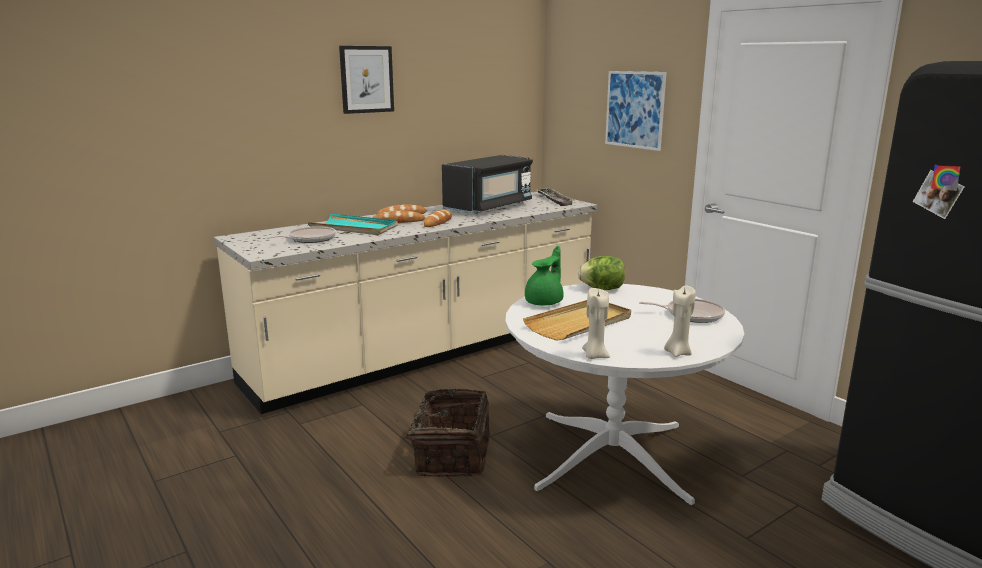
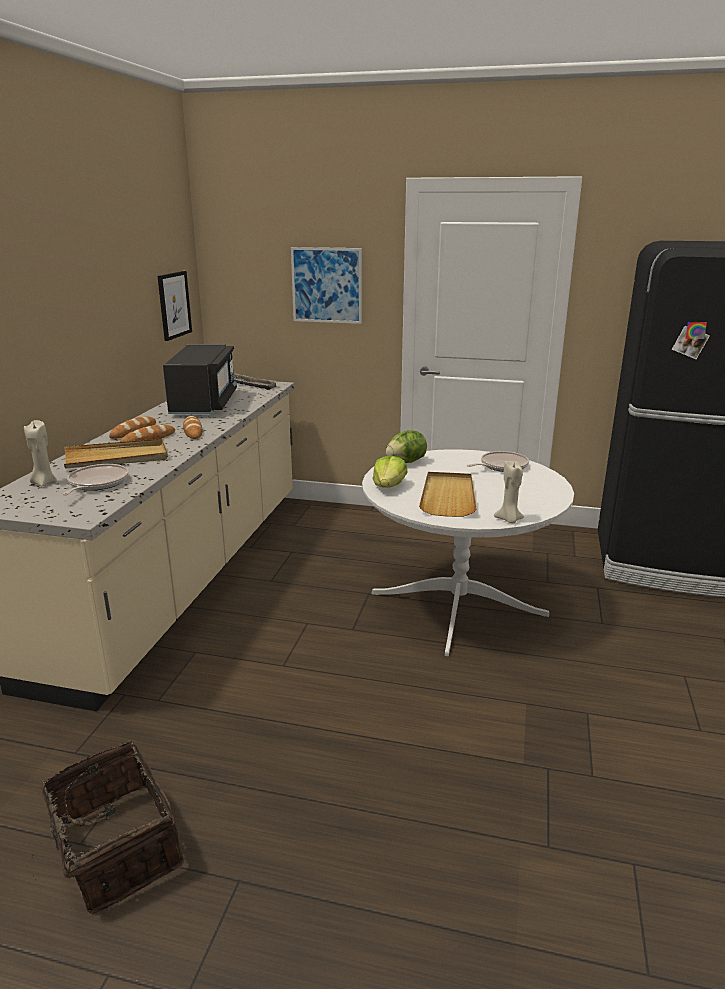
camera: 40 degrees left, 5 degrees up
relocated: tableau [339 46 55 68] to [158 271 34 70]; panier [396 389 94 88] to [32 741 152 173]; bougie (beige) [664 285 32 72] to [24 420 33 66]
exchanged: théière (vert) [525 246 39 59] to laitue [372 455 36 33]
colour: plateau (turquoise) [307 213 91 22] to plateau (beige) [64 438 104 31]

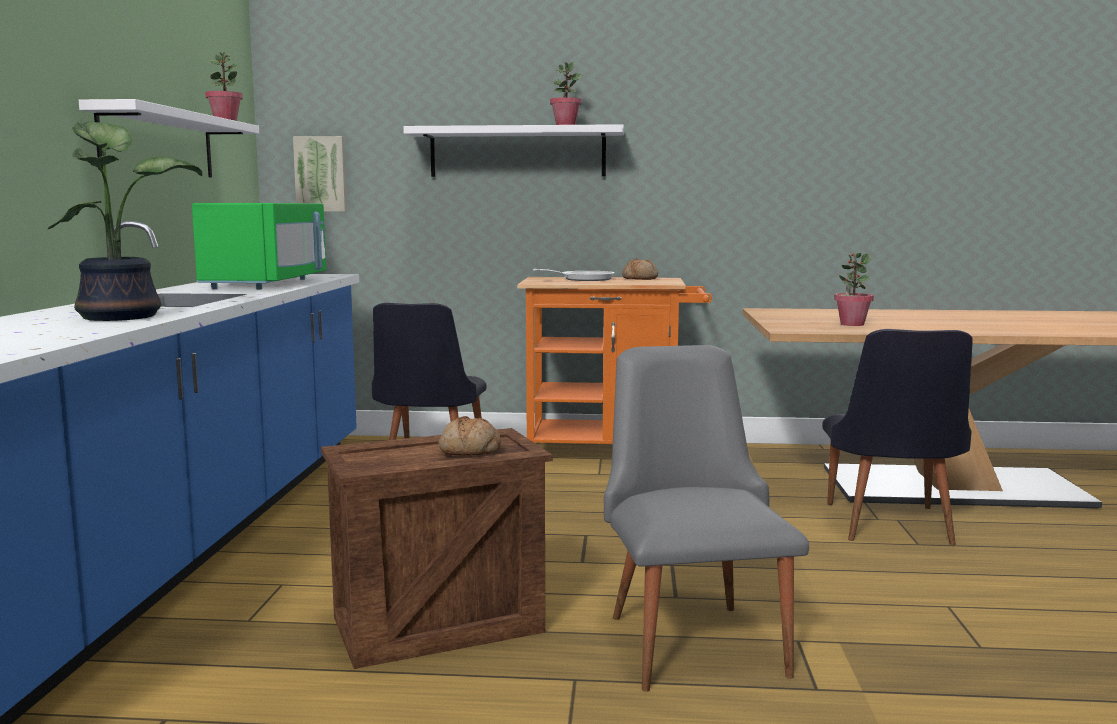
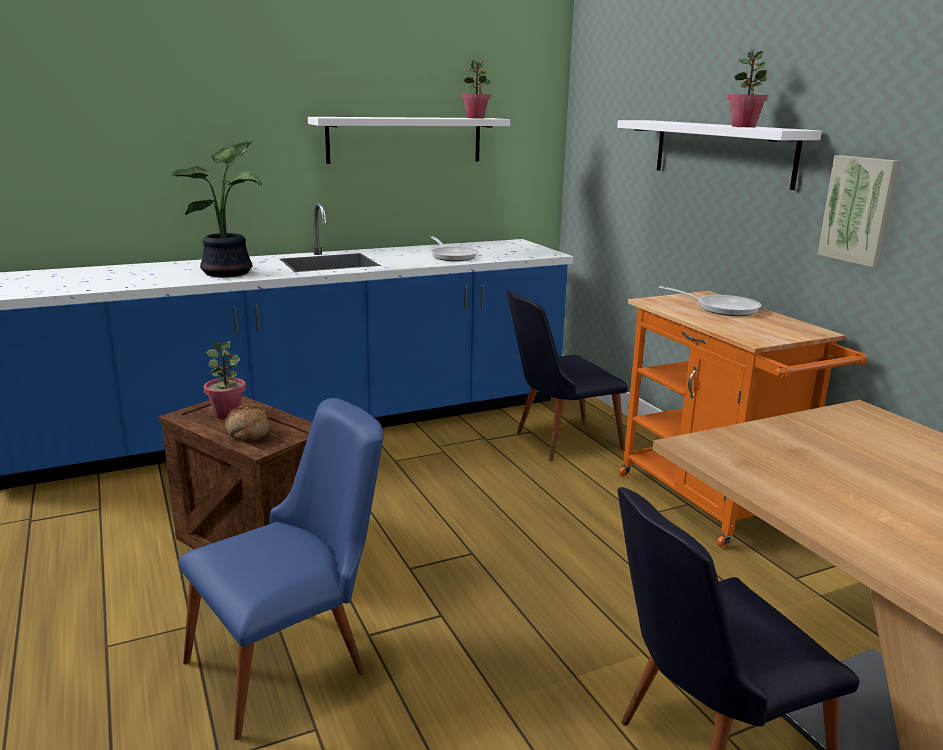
camera: 60 degrees right, 10 degrees up
missing: pain [622 259 36 21]
relocated: tableau [293 136 54 76] to [817 155 84 112]; plante en pot [834 253 40 73] to [204 341 42 78]
exchanged: micro-ondes (vert) [192 203 134 86] to poêle [430 236 49 25]
colour: chaise (gris) [604 345 205 347] to chaise (bleu) [178 398 206 342]

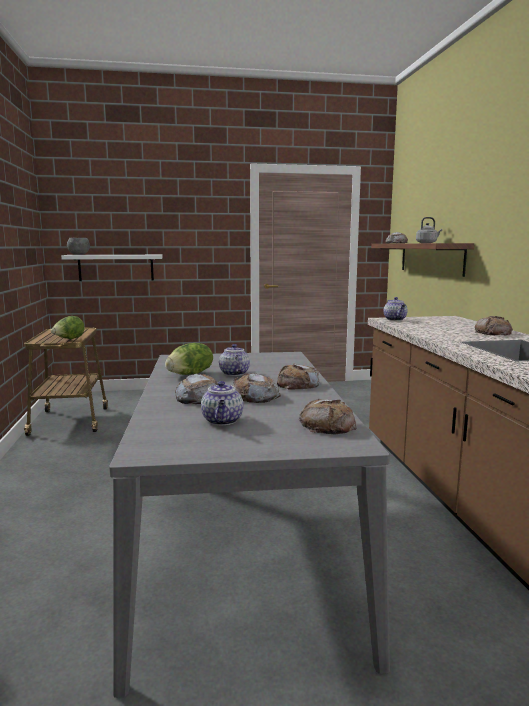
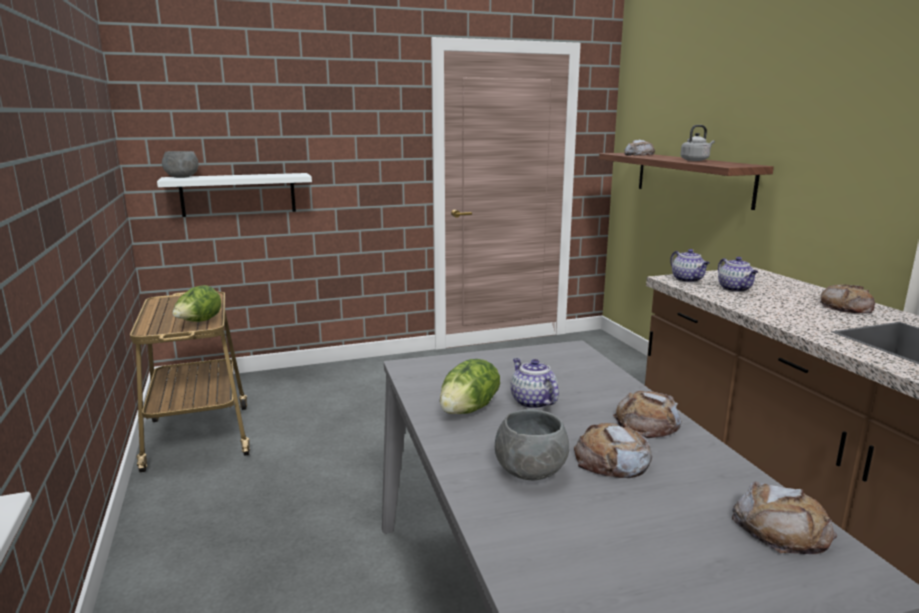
camera: 10 degrees left, 5 degrees up
relocated: théière [201 381 42 44] to [718 257 40 35]
exchanged: pain [175 373 43 31] to bol (gris) [495 409 74 72]

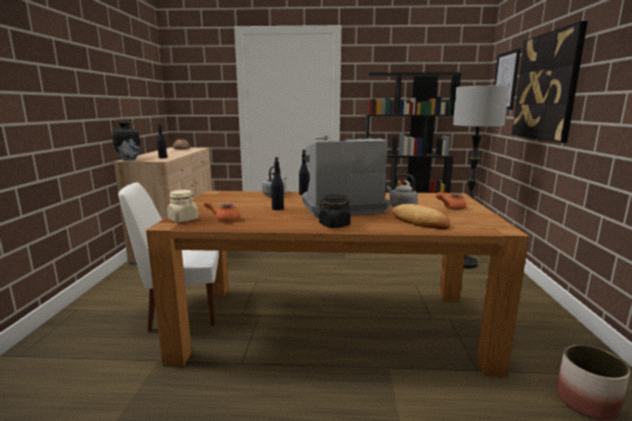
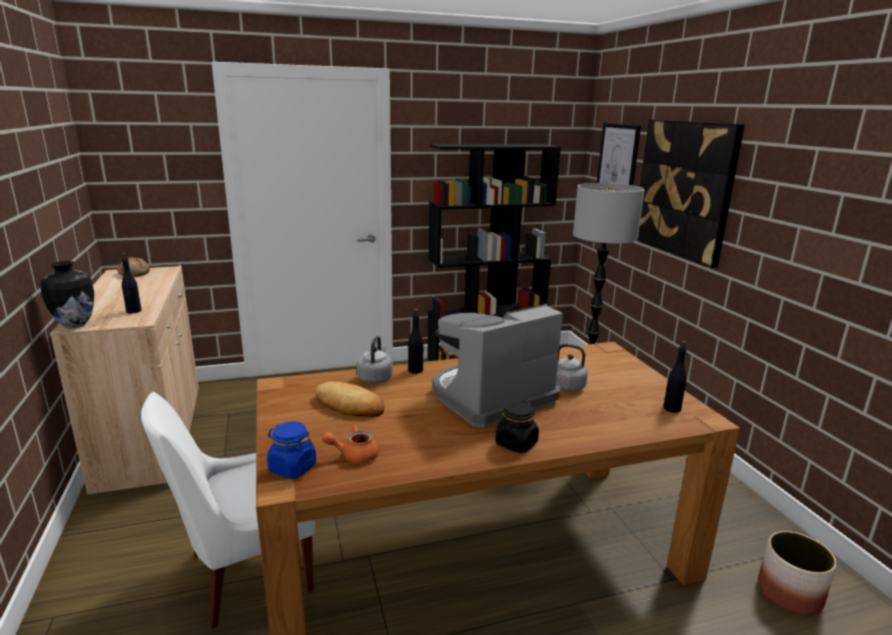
camera: 20 degrees left, 5 degrees up
missing: théière (orange) [436 192 31 18]
relocated: bouteille (noir) [271 157 13 53] to [663 341 24 72]; pain [392 204 58 25] to [315 381 69 36]
colour: bocal (beige) [167 190 32 32] to bocal (bleu) [267 421 49 58]

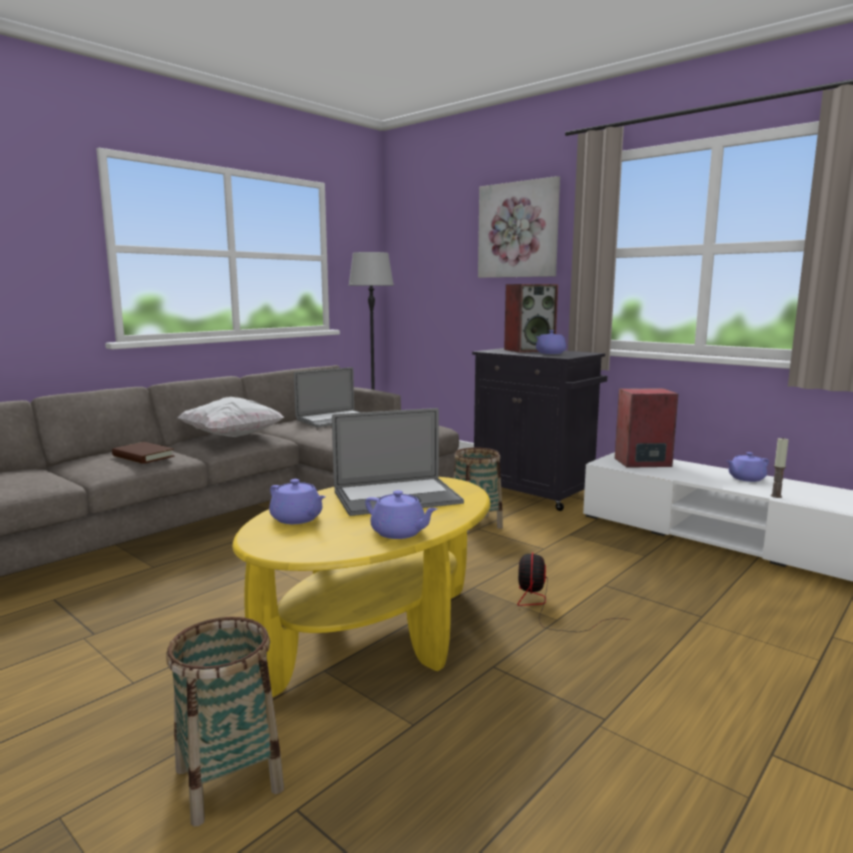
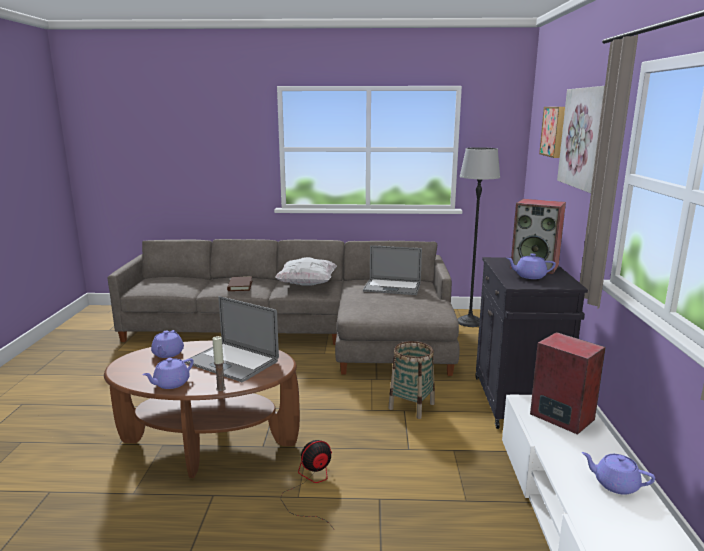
camera: 50 degrees right, 5 degrees up
missing: panier [166 617 118 210]
appeared: tableau [539 107 26 51]
relocated: bougie [770 438 19 60] to [212 336 14 55]
colour: table basse (jaune) [232 477 258 220] to table basse (marron) [104 341 196 137]
spun: théière (violet) [365 490 72 49] = [142 358 52 31] 45 degrees clockwise

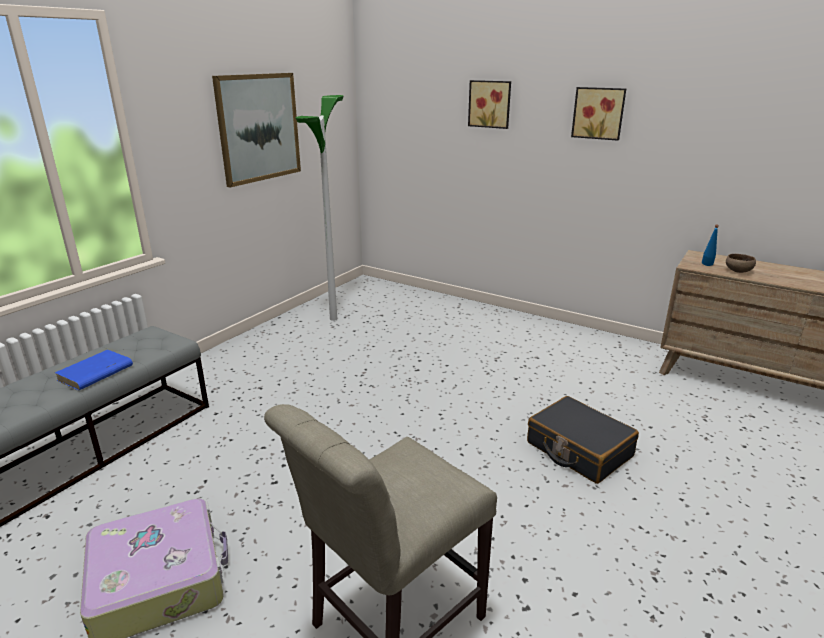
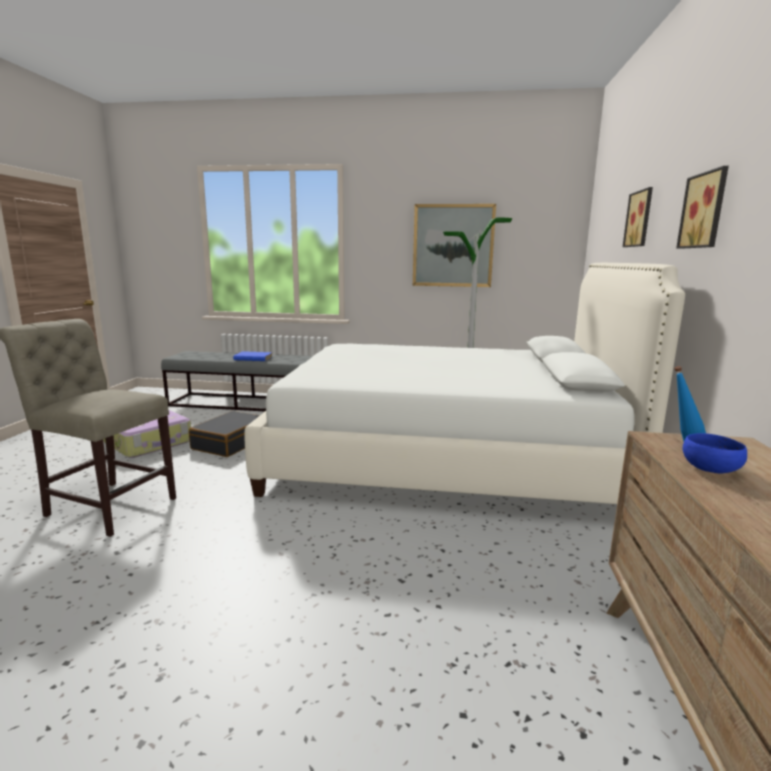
camera: 65 degrees right, 10 degrees down
appeared: lit (blanc) [244 263 441 241]
relocated: valise (noir) [527 396 112 88] to [189 411 71 46]
colour: bol (marron) [726 254 30 19] to bol (bleu) [683 433 64 41]

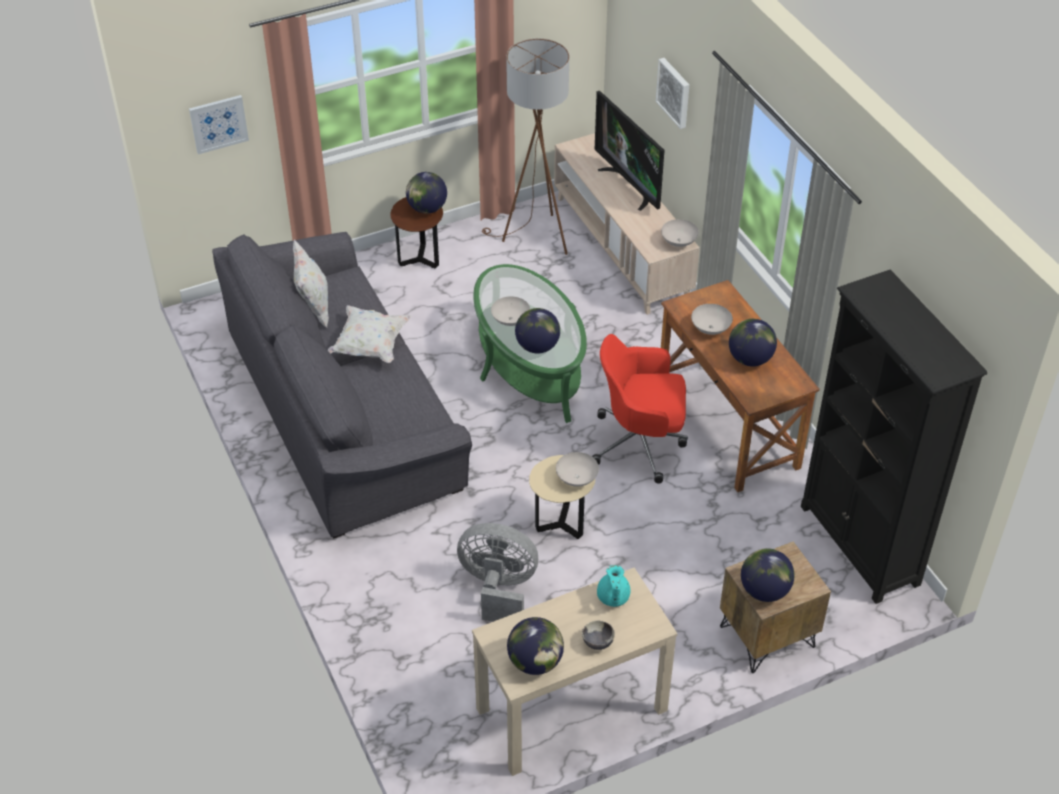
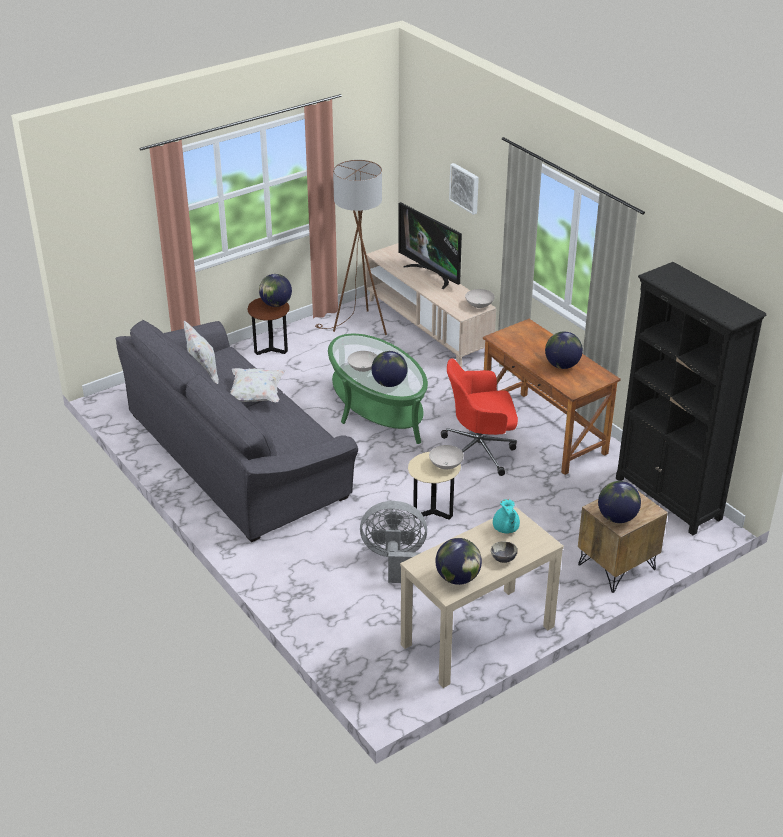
camera: 10 degrees left, 10 degrees down
missing: tableau [189 95 60 59]; bol (blanc) [691 304 42 31]

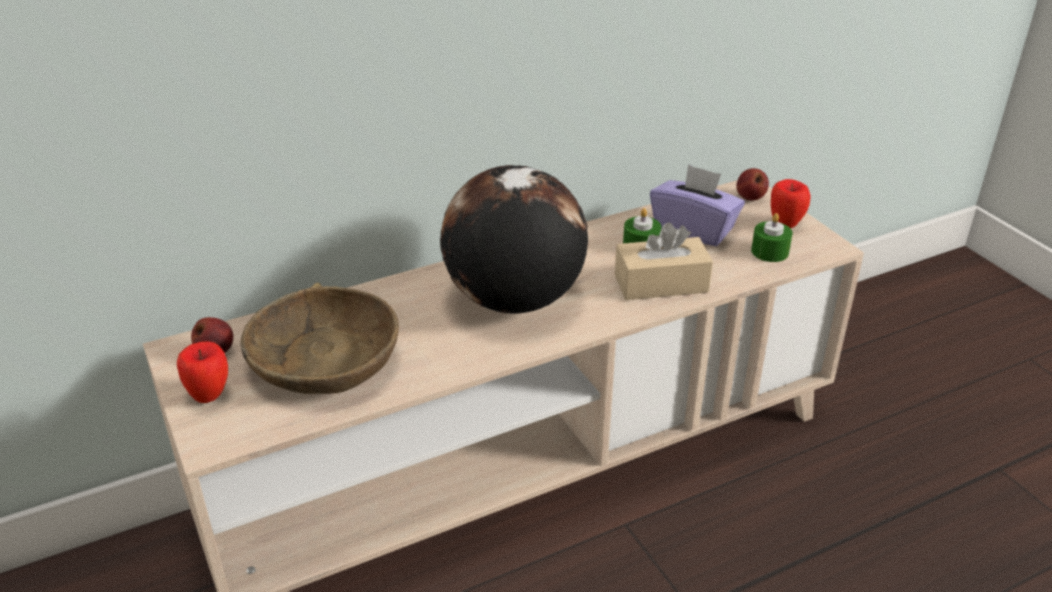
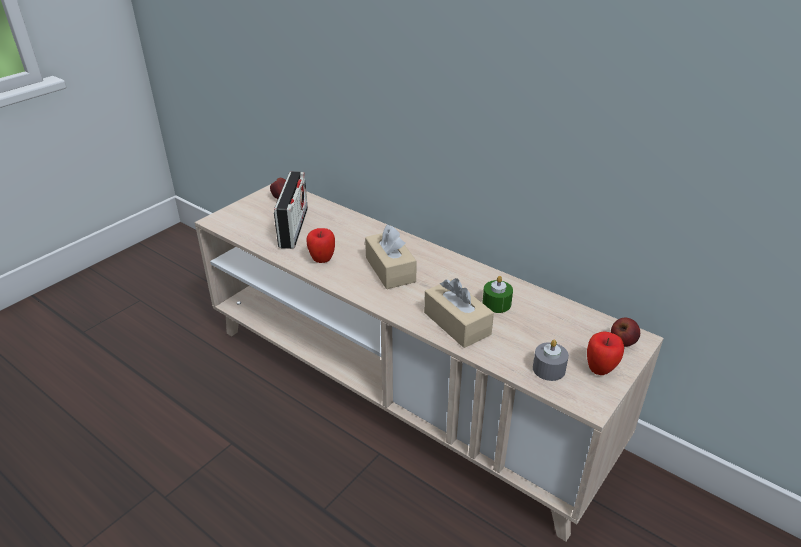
camera: 65 degrees right, 0 degrees up
missing: boîte à mouchoirs (violet) [650 164 95 82]
relocated: pomme [177 342 51 61] to [306 228 29 35]
exchanged: bol (marron) [241 283 158 111] to radio [274 171 34 78]; globe [440 165 148 149] to boîte à mouchoirs (beige) [365 225 52 64]
colour: bougie (vert) [751 213 42 49] to bougie (gris) [533 340 36 41]

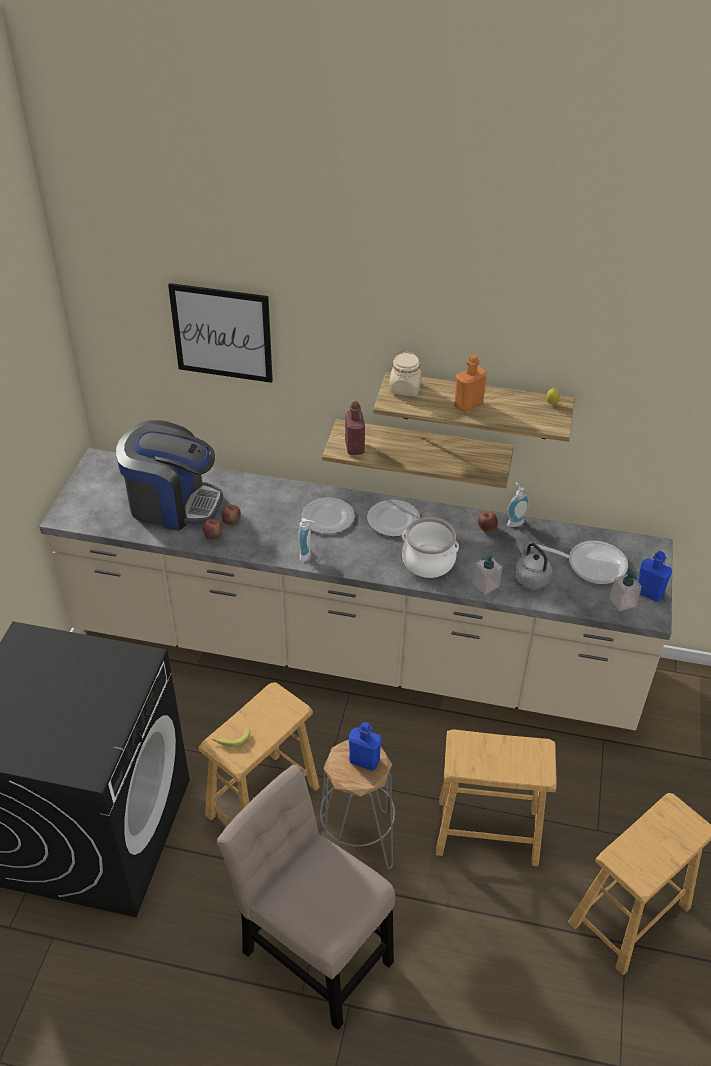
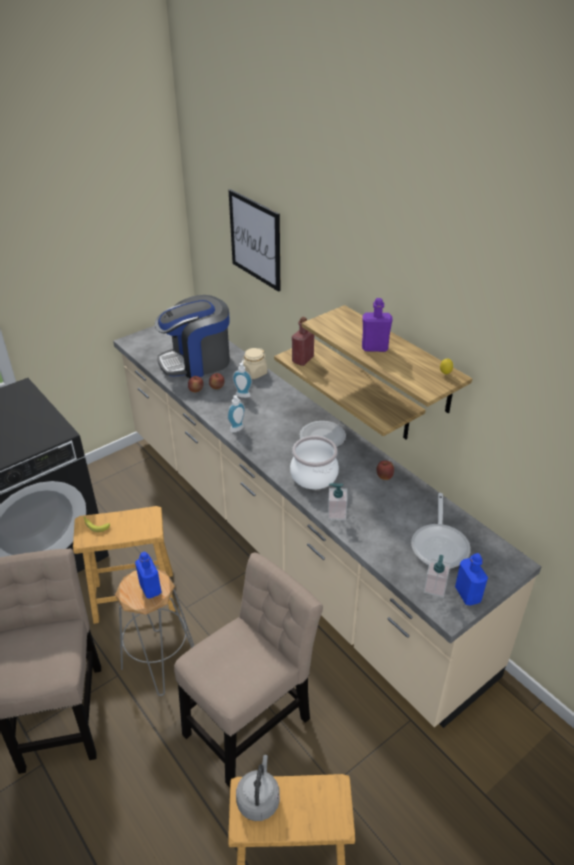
camera: 40 degrees right, 5 degrees down
missing: assiette [302 497 53 37]
relocated: bocal (beige) [389 352 33 44] to [241 348 26 31]; distributeur de savon [507 483 22 44] to [233 360 19 38]; bouilloire (gris) [514 543 38 47] to [236 755 44 66]
exchanged: tabouret (marron) [436 729 121 137] to chaise (beige) [174 552 149 235]
colour: bouteille (orange) [454 355 33 58] to bouteille (violet) [362 298 31 54]
spun: machine à café [116 420 107 111] = [155 295 75 83] 105 degrees clockwise; poêle [531 541 97 43] = [411 493 60 76] 45 degrees clockwise

